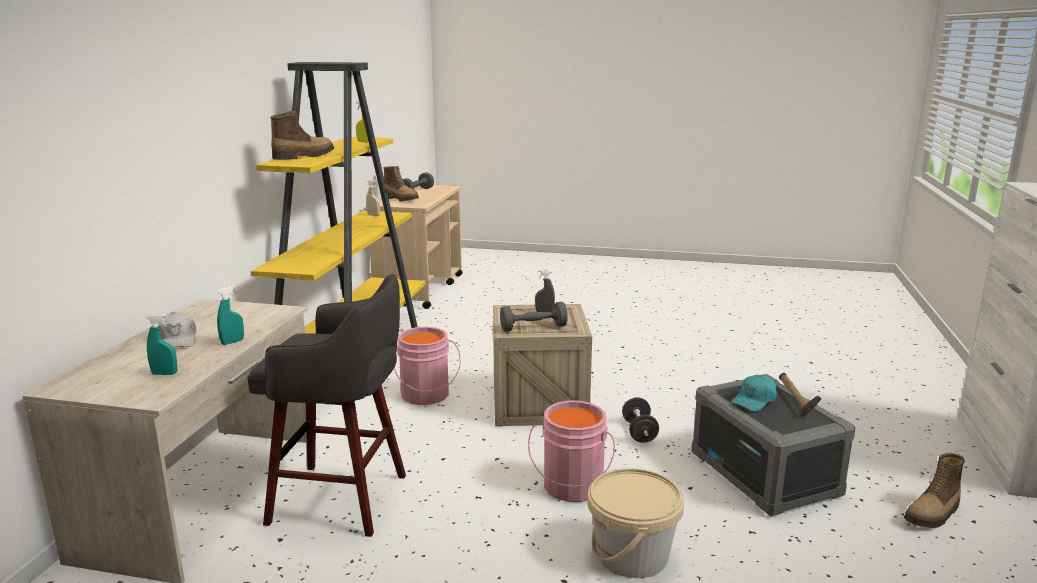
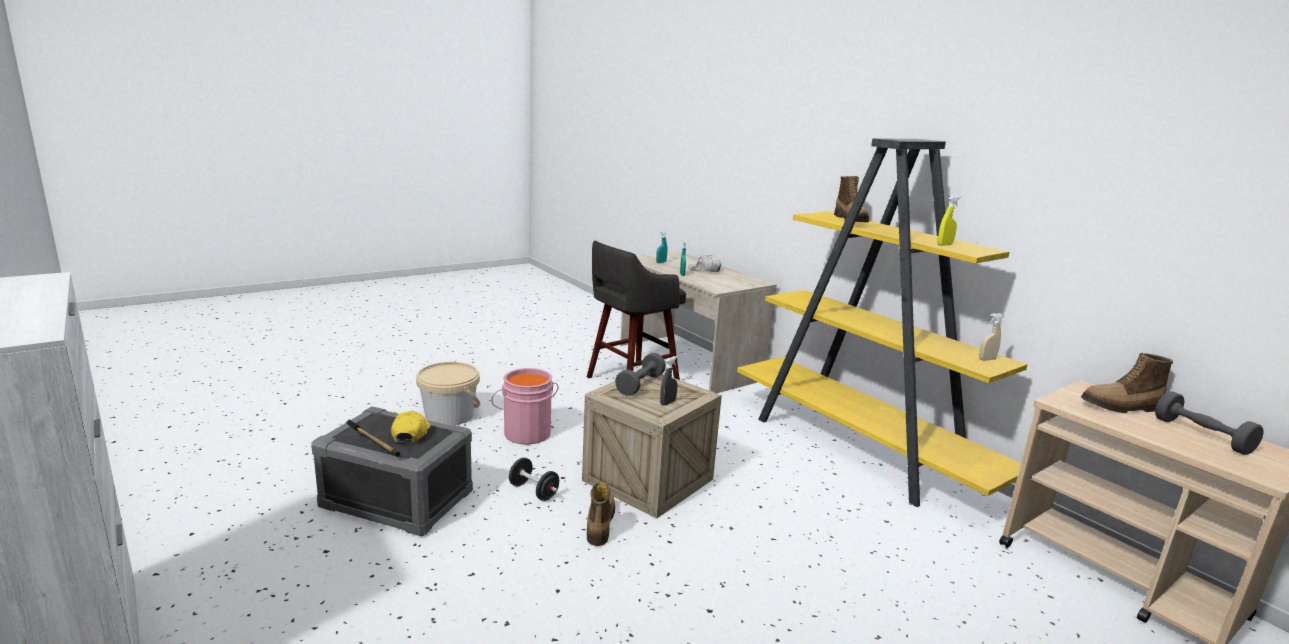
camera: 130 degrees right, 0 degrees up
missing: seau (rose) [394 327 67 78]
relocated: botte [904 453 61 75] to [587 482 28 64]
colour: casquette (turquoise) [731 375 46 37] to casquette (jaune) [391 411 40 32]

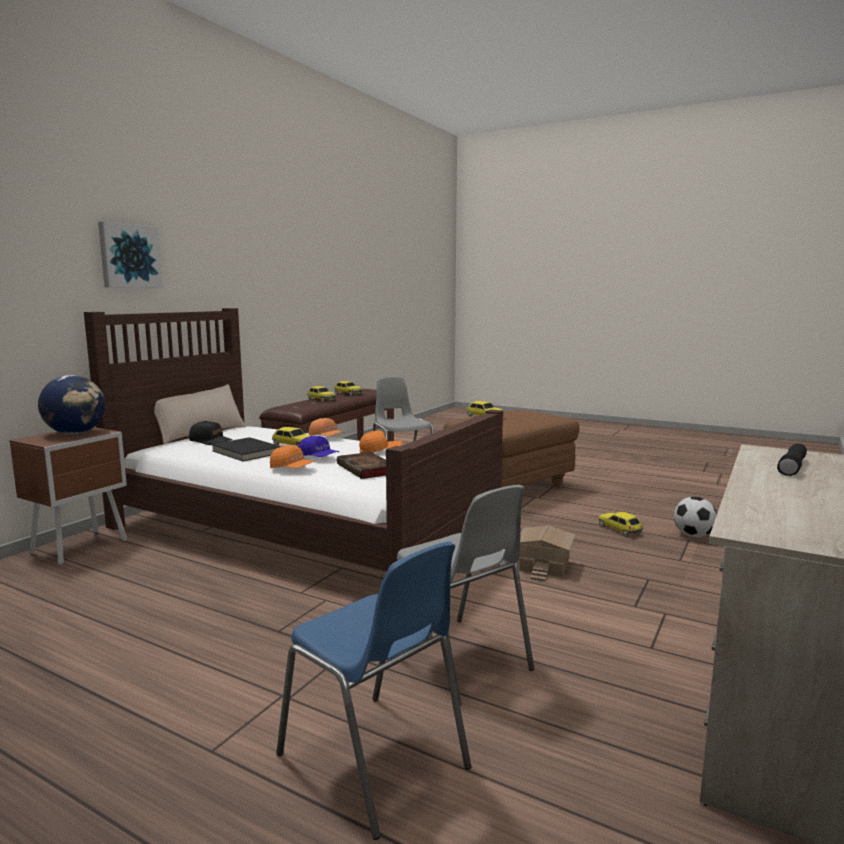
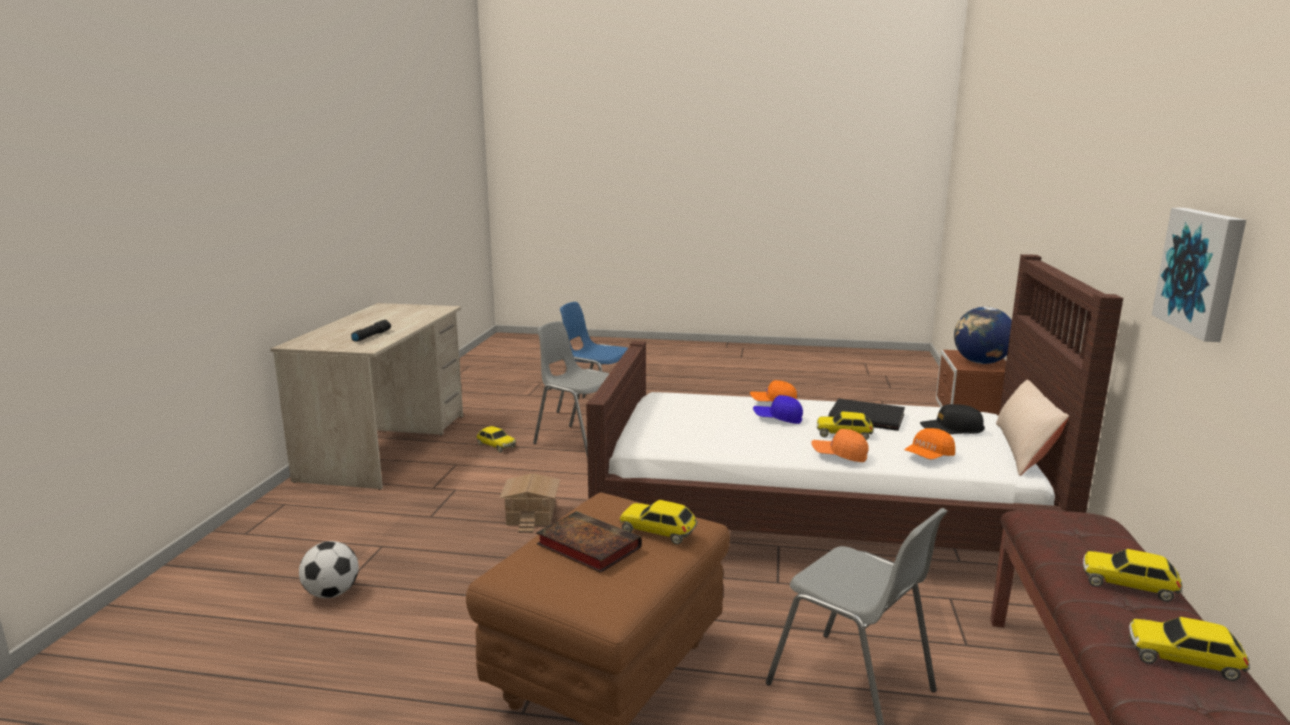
camera: 160 degrees right, 5 degrees up
relocated: tableau [98 221 65 67] to [1152 208 94 134]; livre [337 452 49 27] to [536 511 106 62]; casquette (orange) [359 430 43 23] to [904 428 51 31]; petite voiture [598 512 45 25] to [476 426 40 27]

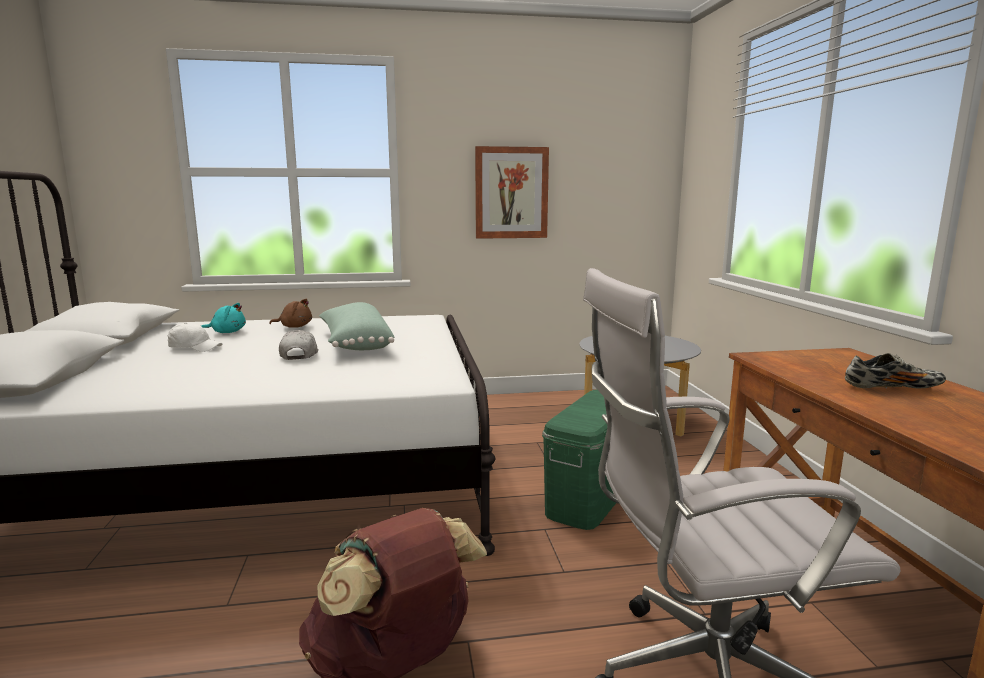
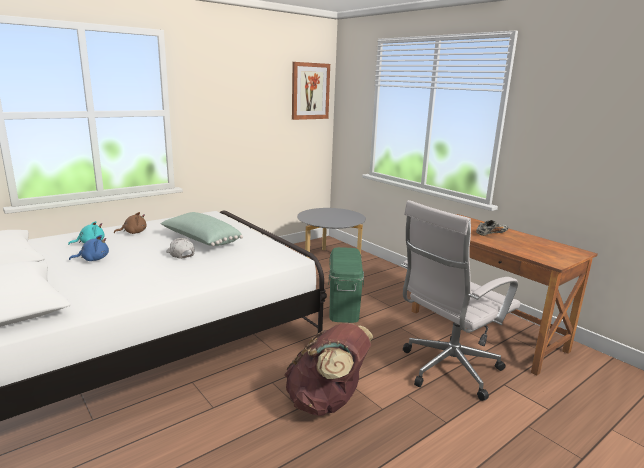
camera: 30 degrees left, 5 degrees up
relocated: tableau [475 146 74 93] to [292 62 38 58]
exchanged: casquette (blanc) [168 323 54 29] to peluche (bleu) [69 235 40 26]

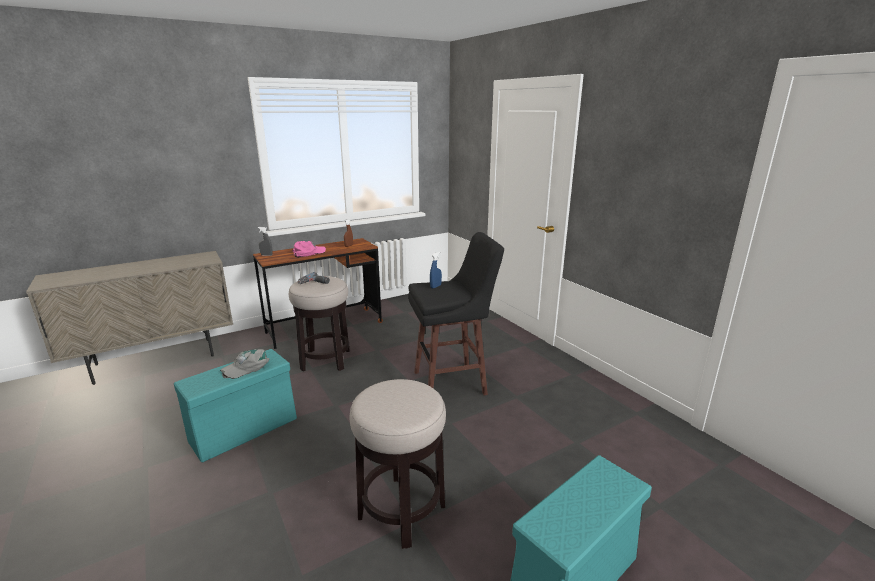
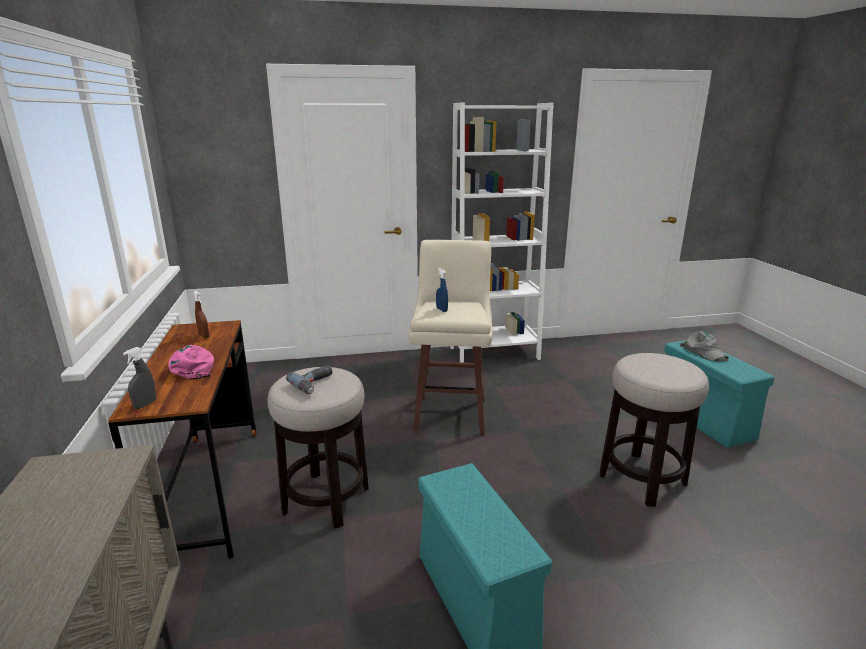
camera: 70 degrees left, 0 degrees up
appeared: bibliothèque (blanc) [450 103 104 260]
relocated: casquette (gris) [220 349 49 30] to [680 331 49 31]
colour: tabouret (noir) [408 232 96 163] to tabouret (beige) [408 240 85 195]

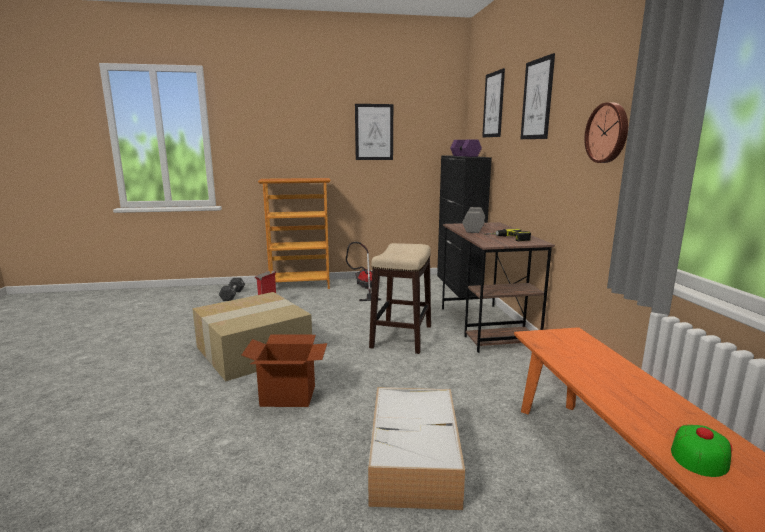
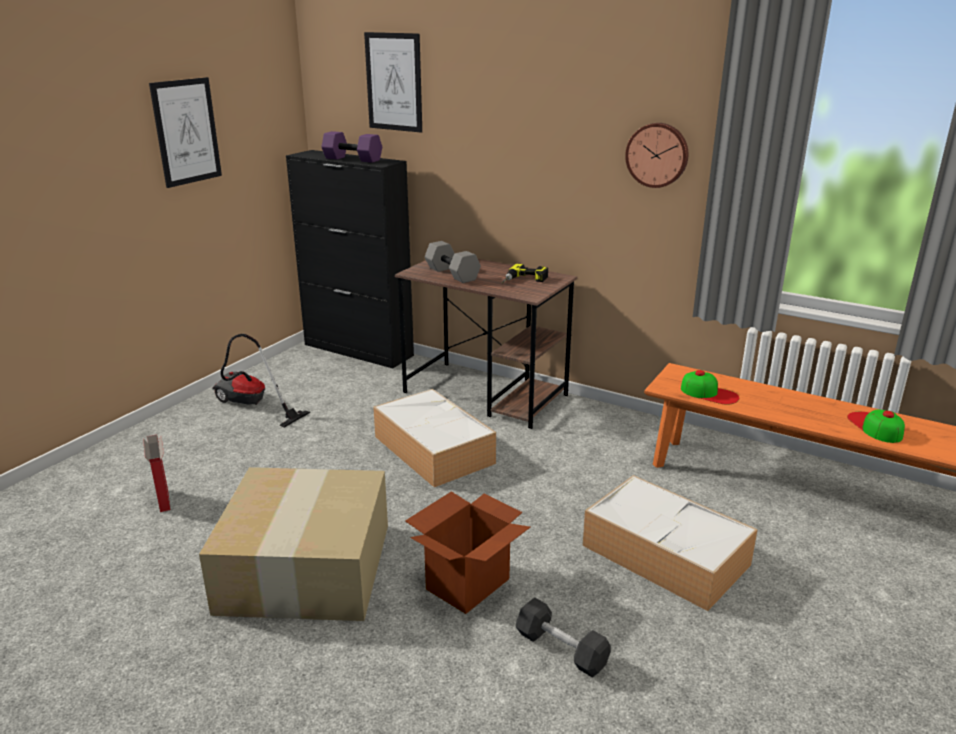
camera: 50 degrees left, 10 degrees up
missing: bibliothèque [258 178 73 111]; tableau [521 53 34 86]
appeared: casquette [681 370 58 35]
relocated: haltère (noir) [219 278 26 23] to [516 597 95 80]
exchanged: tabouret [369 243 62 111] to boîte de rangement [373 389 123 98]

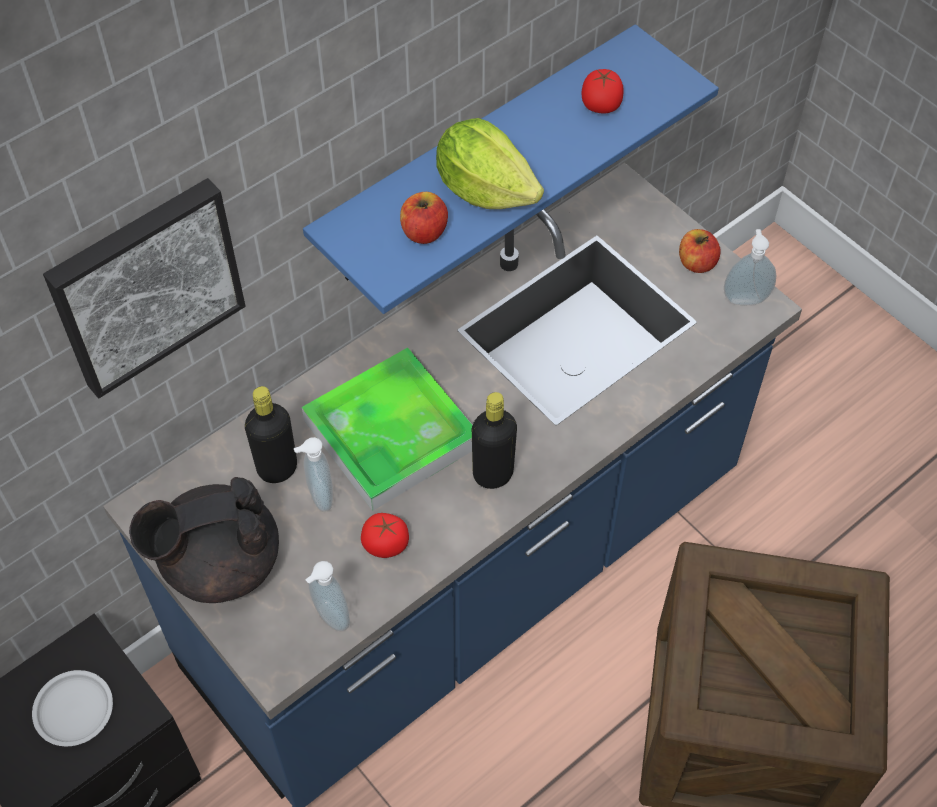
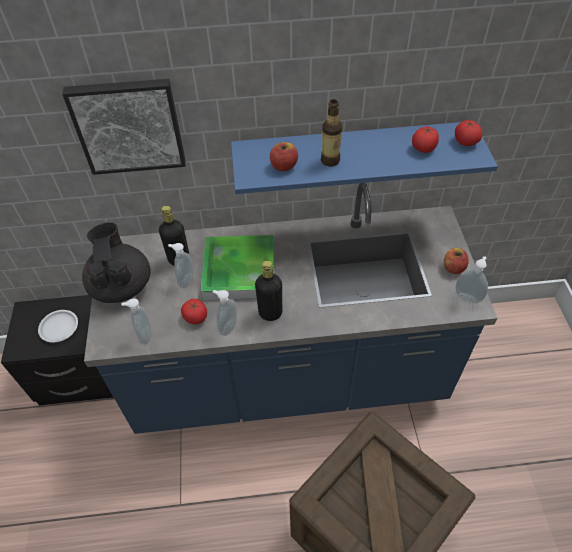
camera: 35 degrees right, 5 degrees down
appeared: distributeur de savon [213 290 24 46]; tomate [455 119 27 27]
exchanged: laitue [436 118 108 91] to bouteille [321 99 21 67]
spun: théière (noir) [129 477 150 126] = [82 222 68 81] 60 degrees clockwise

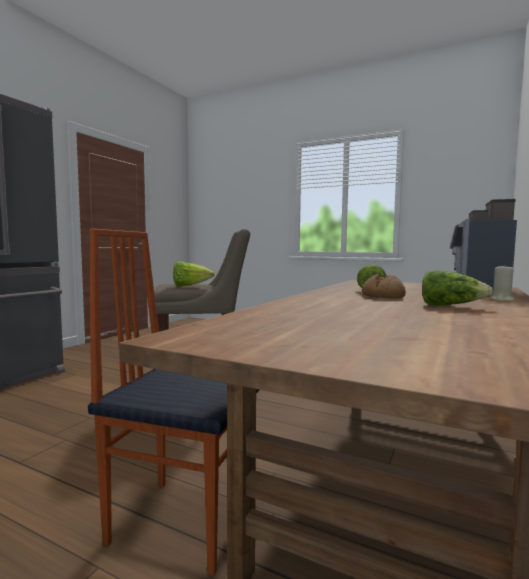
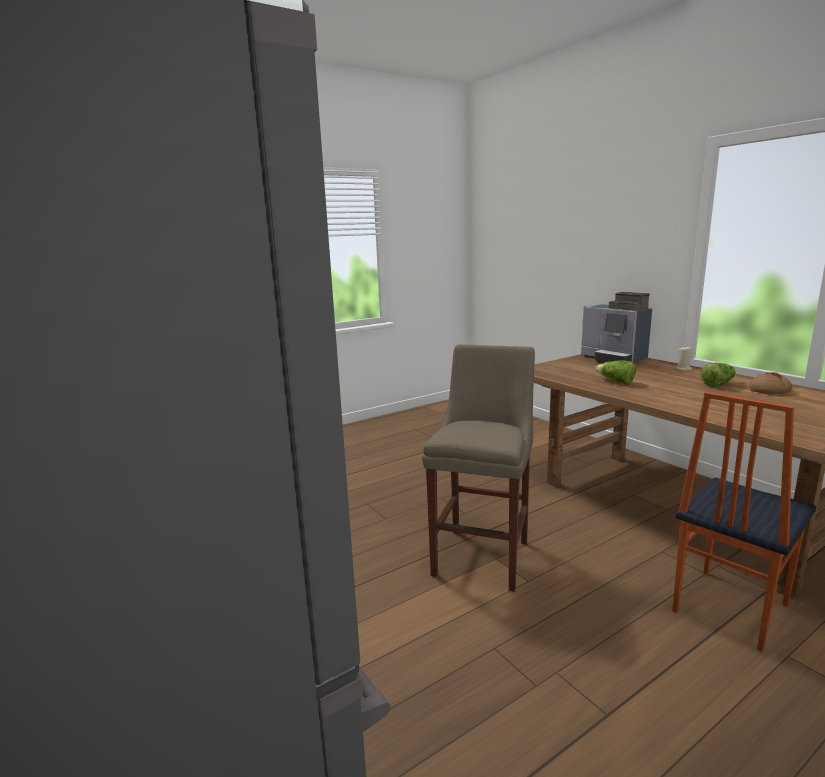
camera: 60 degrees left, 10 degrees up
missing: laitue [173 261 42 25]
relocated: pain [362 274 44 25] to [749 372 43 22]

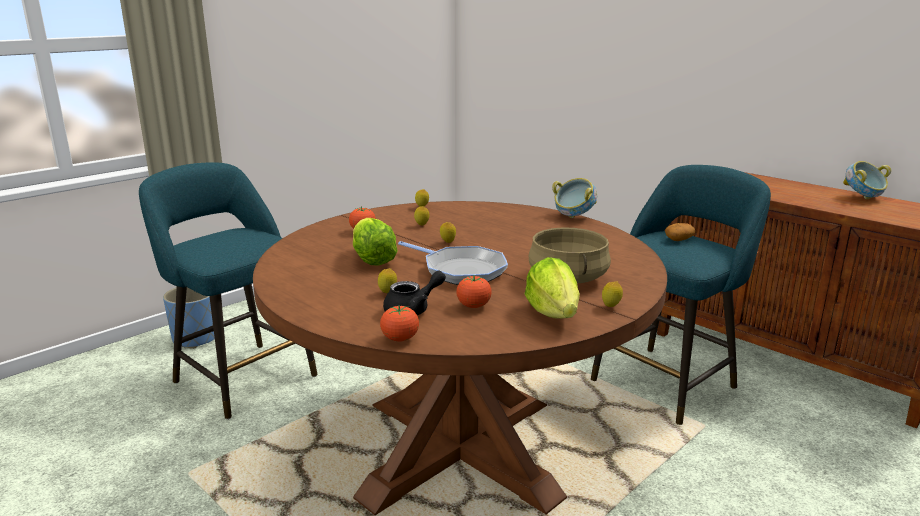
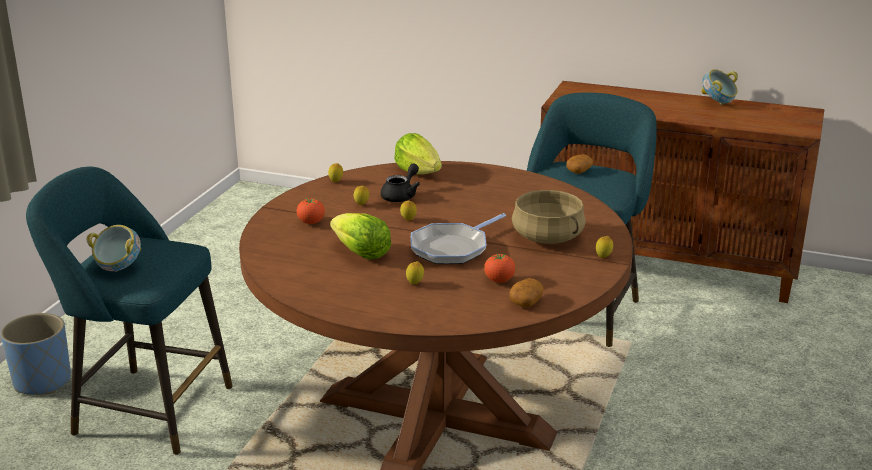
camera: 25 degrees left, 5 degrees up
missing: tomate [380 305 39 36]
appeared: pomme de terre [509 278 35 30]
relocated: théière (noir) [383 270 63 45] to [381 164 39 38]; laitue [525 257 55 62] to [394 133 48 42]; bol [552 178 45 40] to [87 225 54 47]
spun: poêle [398 241 110 44] = [410 213 96 51] 120 degrees clockwise

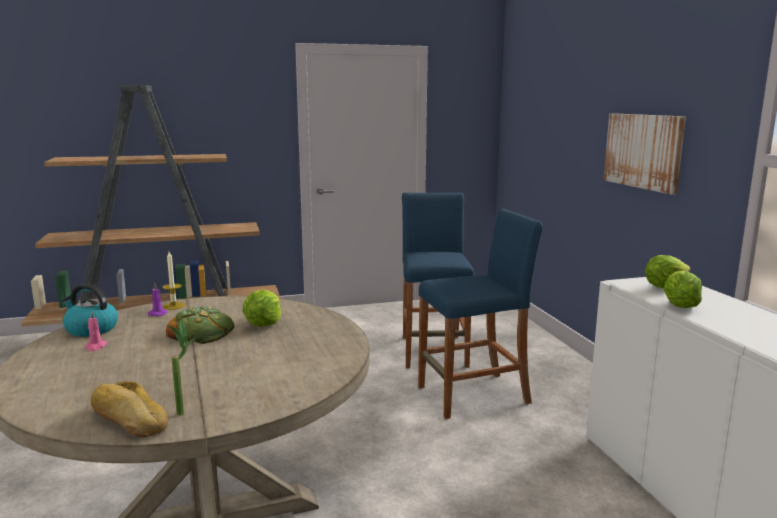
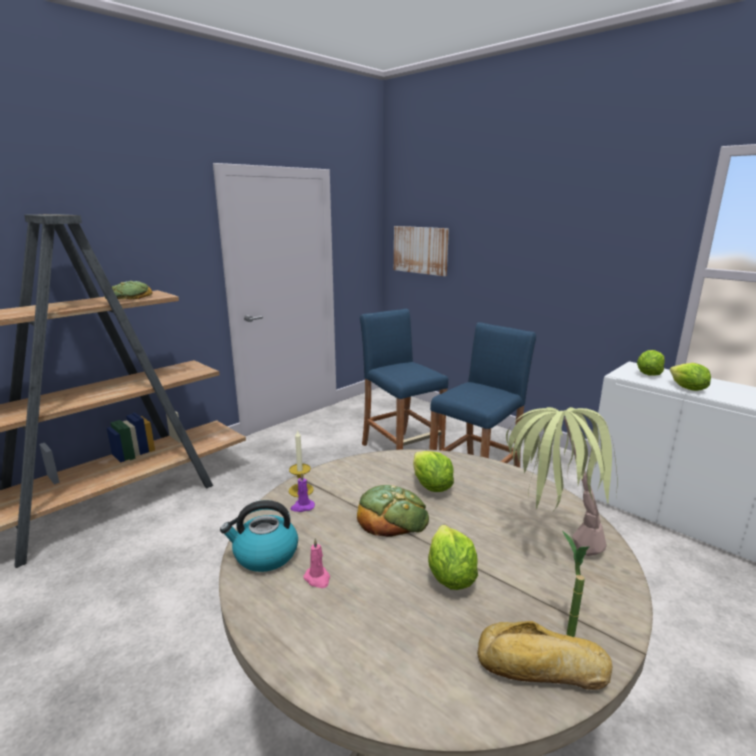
camera: 30 degrees left, 5 degrees up
appeared: pain [104 281 49 18]; laitue [428 525 50 65]; plante en pot [506 407 111 149]
relocated: tableau [604 114 82 81] to [394 226 55 50]

